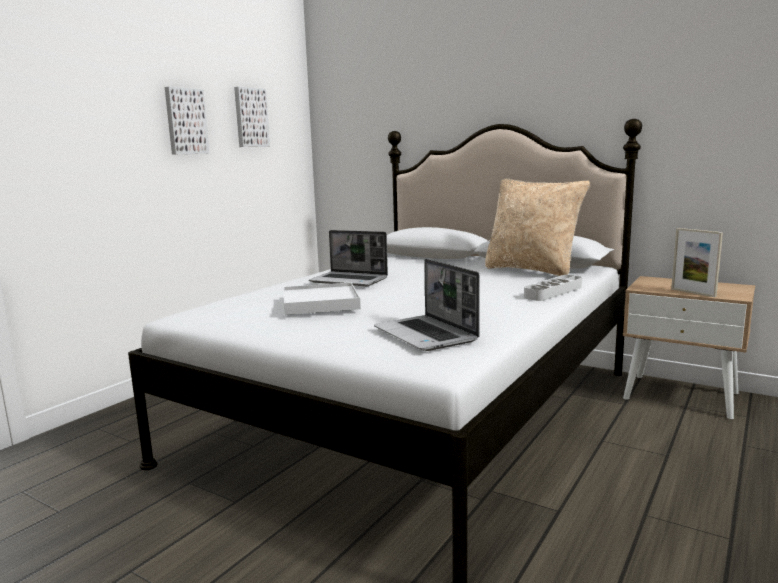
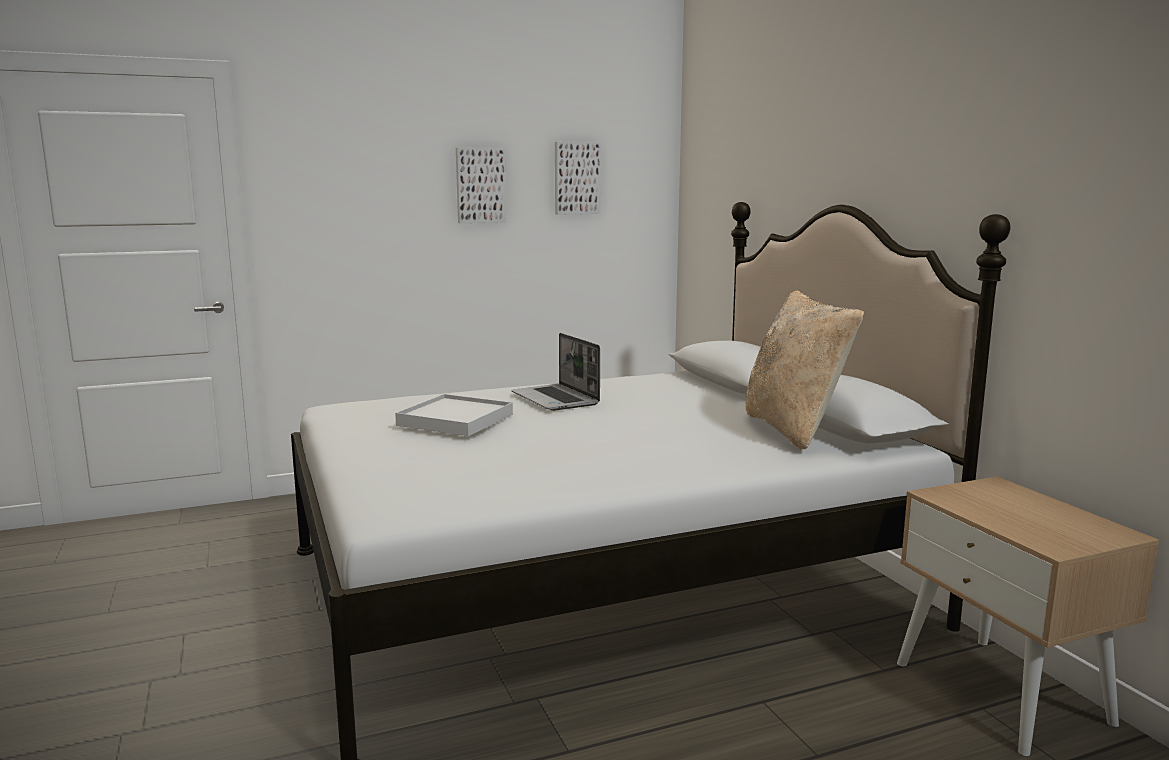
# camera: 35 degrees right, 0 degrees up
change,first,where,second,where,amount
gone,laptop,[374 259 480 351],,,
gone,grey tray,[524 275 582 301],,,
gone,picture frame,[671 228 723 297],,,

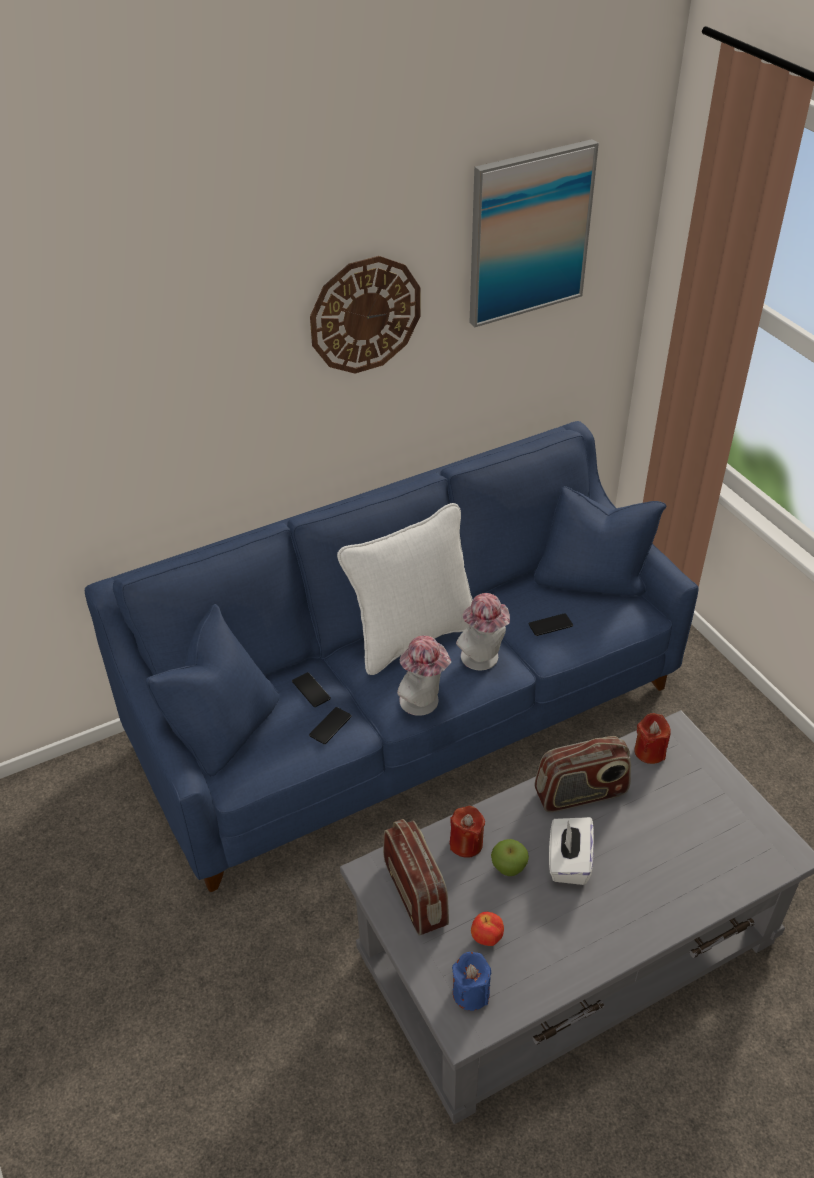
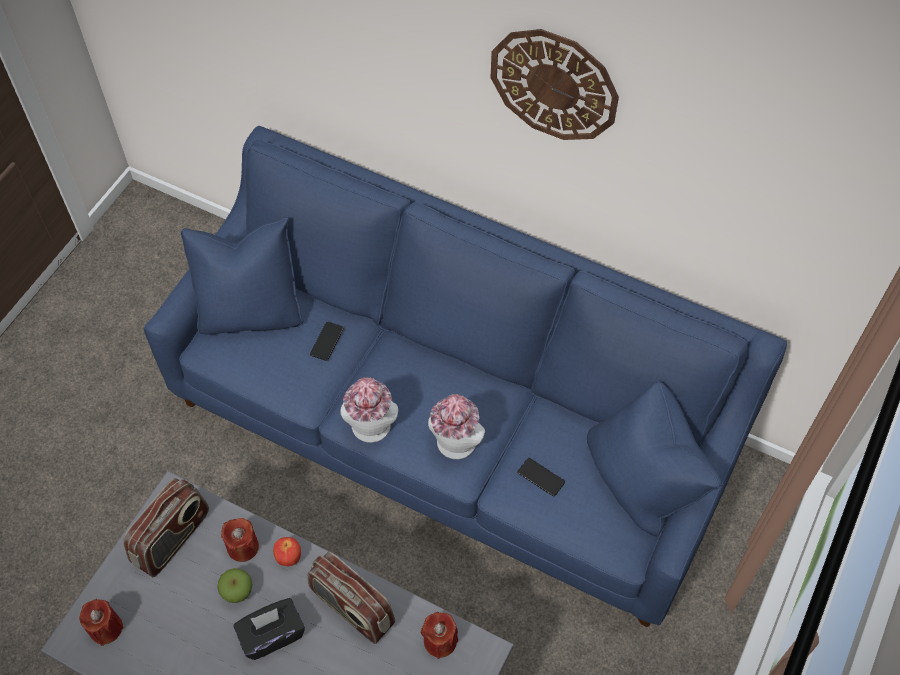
# camera: 55 degrees right, 15 degrees up
change,first,where,second,where,amount
gone,phone,[309 707 352 744],,,
gone,white pillow,[337 503 473 675],,,
repainted,blue candle,[452 952 491 1011],red candle,[79 599 124 646],
gone,picture,[469 139 599 327],,,
shifted,apple,[471 912 504 946],,[273 537 301 566],
repainted,white tissue box,[549 817 594 885],black tissue box,[234 598 305 660],

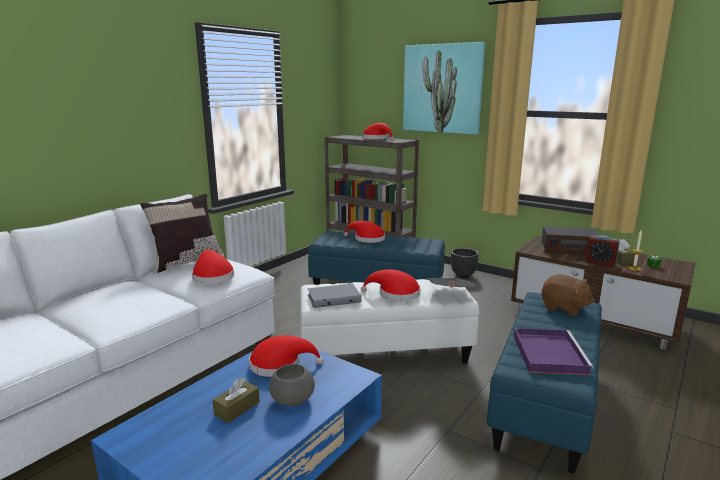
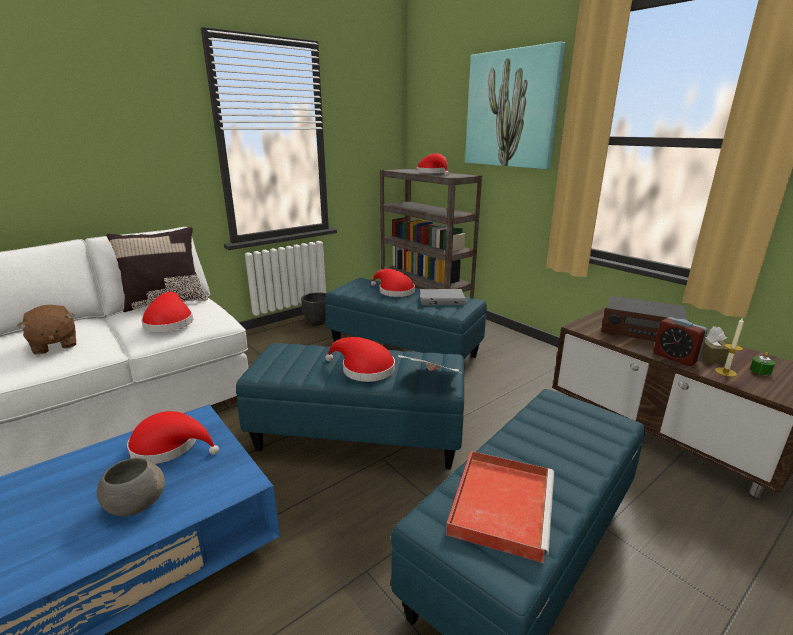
# camera: 15 degrees right, 5 degrees up
change,first,where,second,where,amount
gone,brown tissue box,[213 377 260 423],,,
repainted,white ottoman,[300 279 479 364],blue ottoman,[236 343 464 470],
shifted,grey book,[307 283 362 308],,[420 289 466 305],
shifted,black planter,[451 248 479 278],,[301 292 327 325],
repainted,purple tray,[514 328 594 375],red tray,[446 451 554 563],
shifted,brown plush toy,[542 274 595 316],,[17 305 76 355],

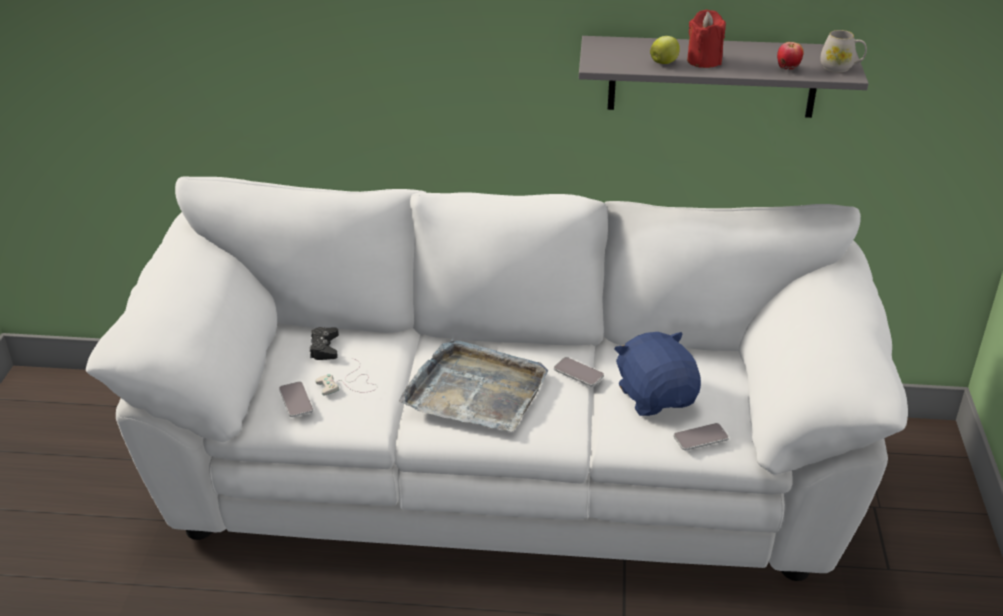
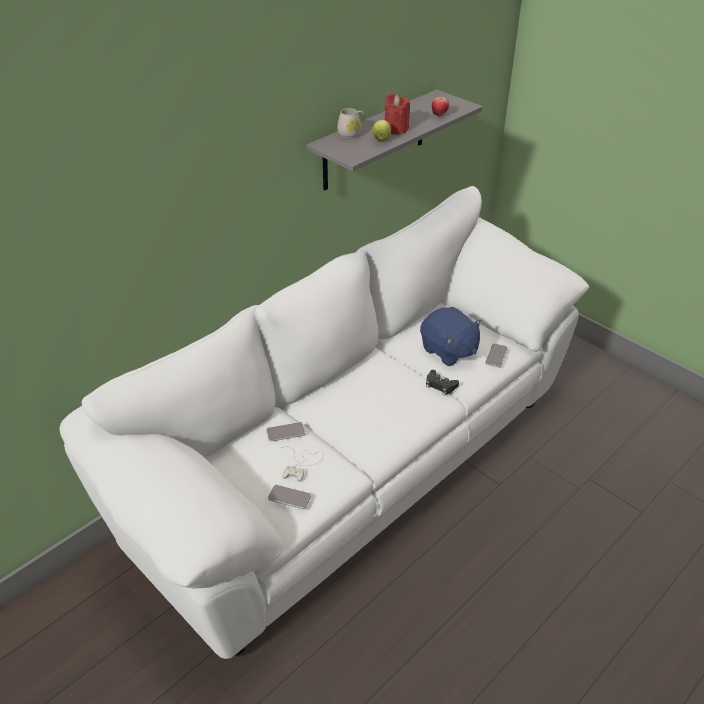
# camera: 50 degrees left, 5 degrees up
change,first,where,second,where,amount
shifted,black game controller,[310 327 339 360],,[426 370 459 395],
gone,grey tray,[399 339 548 432],,,
shifted,phone,[554 357 604 387],,[266 422 305 442],
rotated,blue plush toy,[614 332 701 416],,[420 307 482 366],150 degrees counterclockwise
shifted,white mug,[820 30 867 72],,[337 108 365 138],

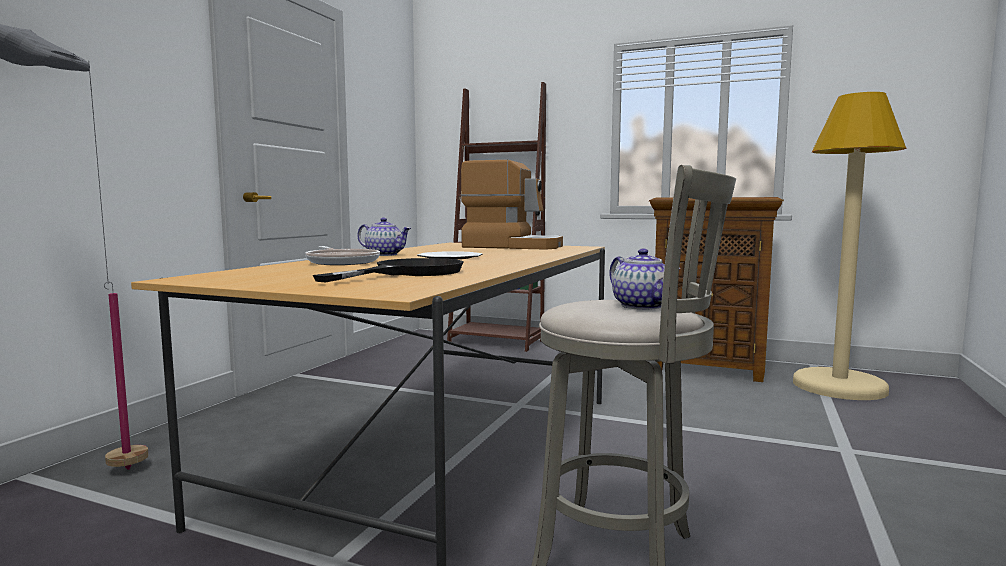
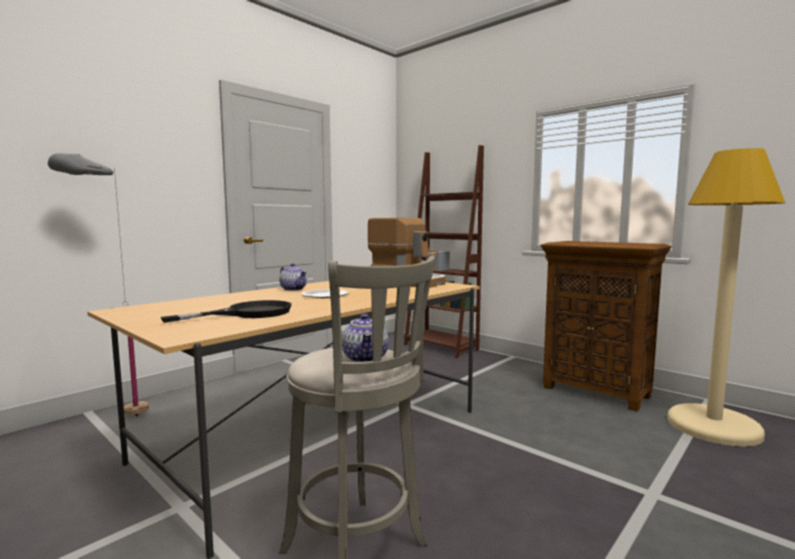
# camera: 20 degrees right, 0 degrees up
change,first,where,second,where,amount
gone,frying pan,[305 246 380 265],,,

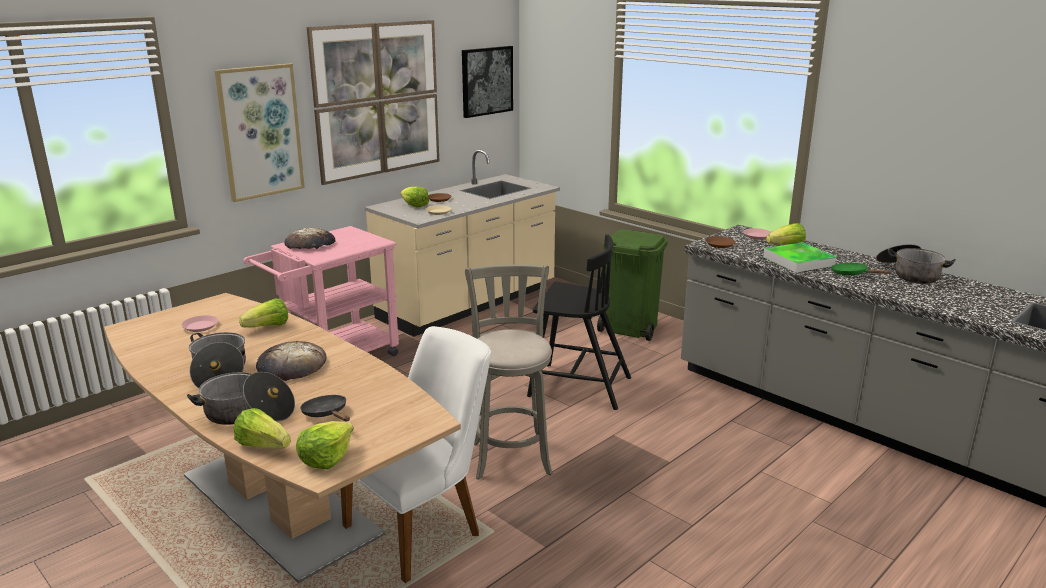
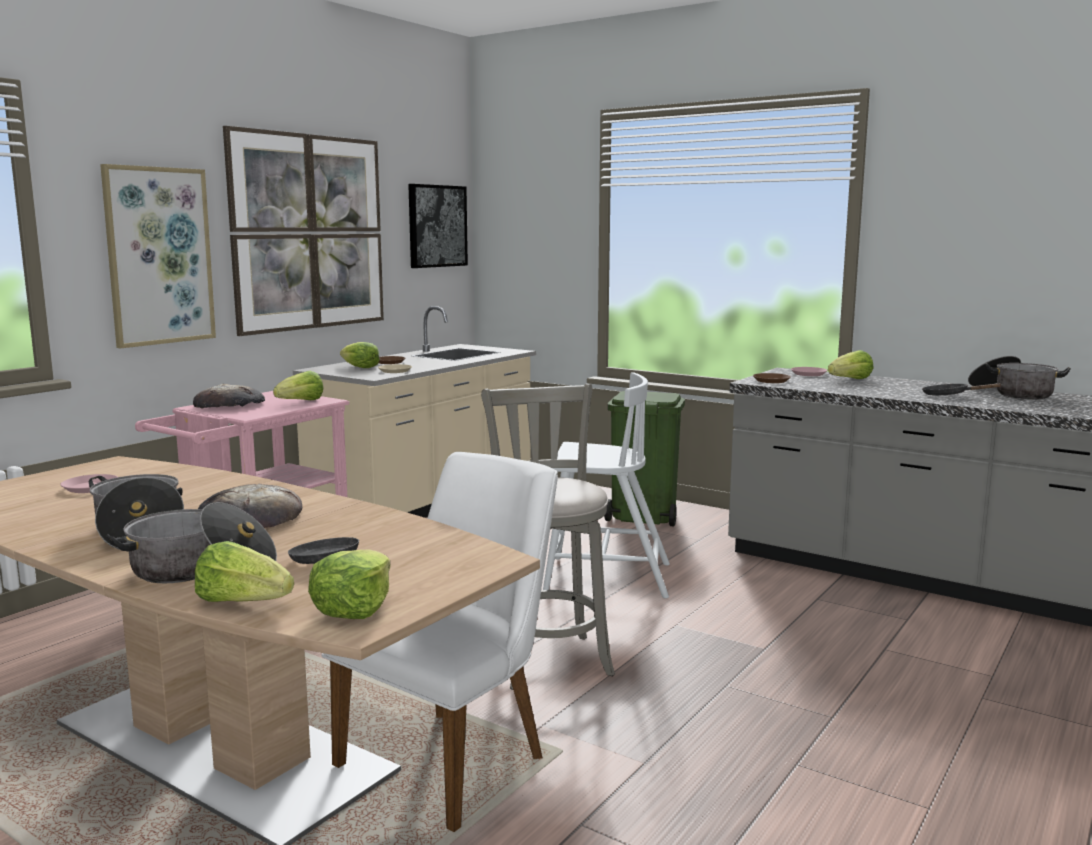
# camera: 10 degrees left, 10 degrees down
change,first,where,second,where,amount
shifted,lettuce,[239 299 288 328],,[273 371 323 400],
repainted,black chair,[527 234 631 410],white chair,[543 373 670 599],
gone,tray,[763 242 836 272],,,
repainted,green frying pan,[831 263 892 275],black frying pan,[922 383 1003 395],

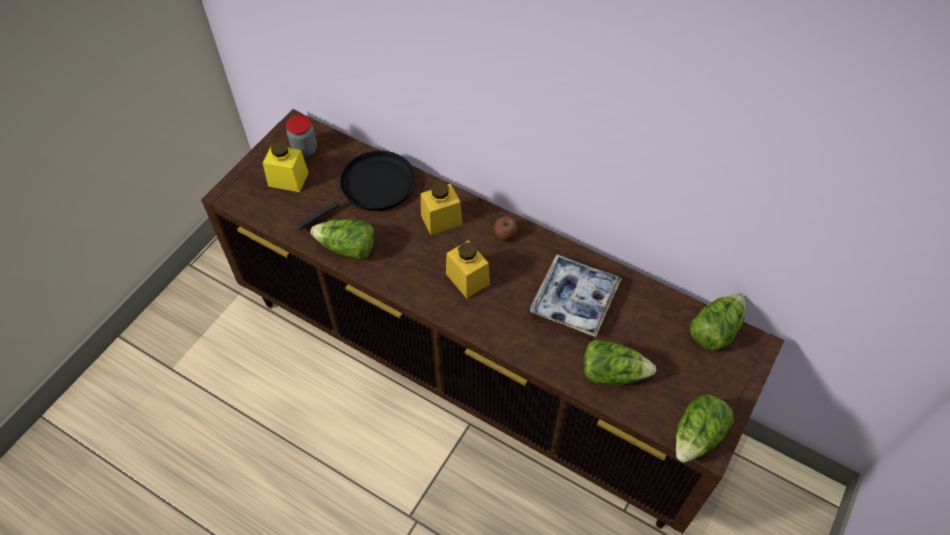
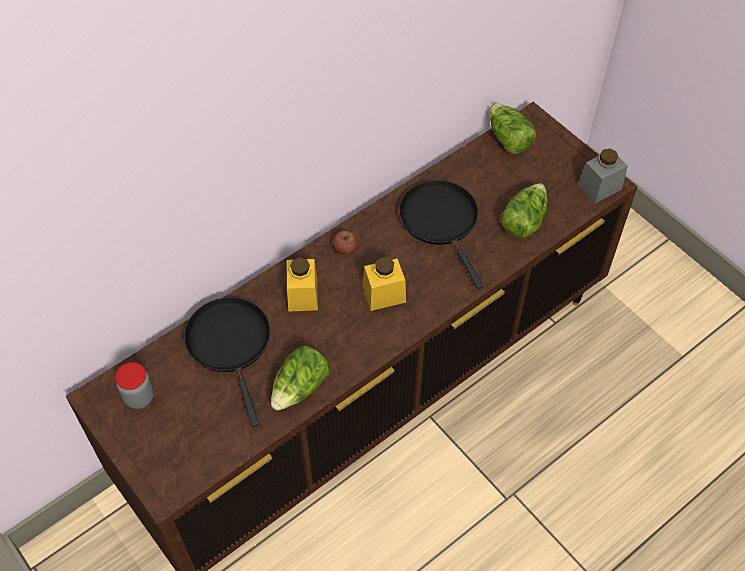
# camera: 70 degrees left, 0 degrees up
change,first,where,second,where,amount
gone,yellow jar,[263 141 309 192],,,
swapped,tray,[530 254 622 337],black frying pan,[399 180 484 289],
swapped,lettuce,[676 394 734 463],grey jar,[578 149 628 203],

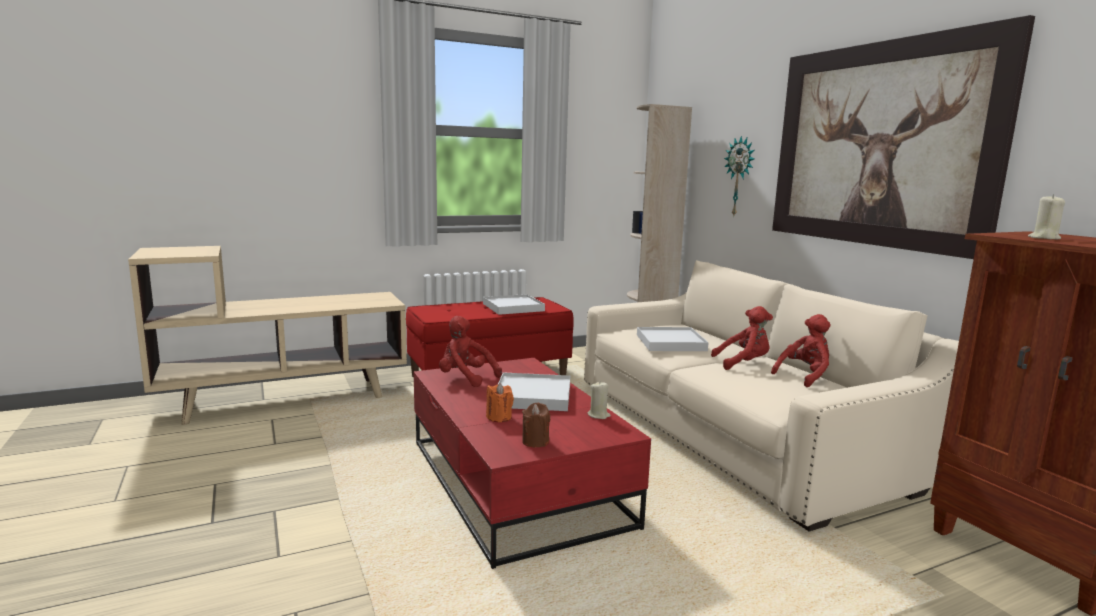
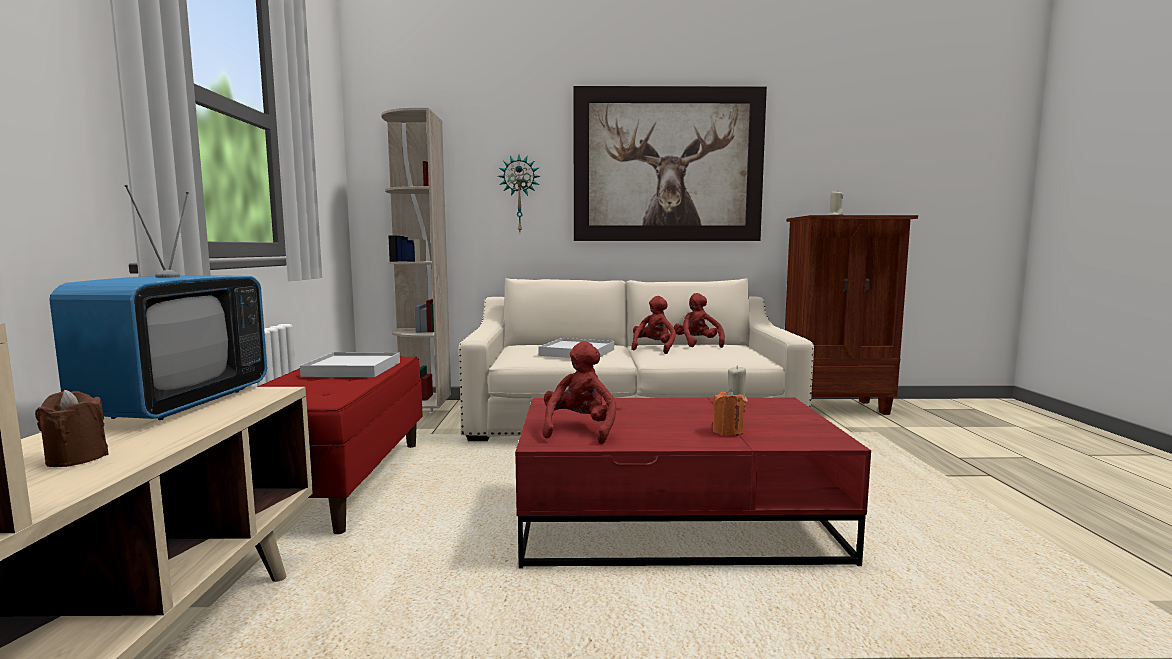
# camera: 65 degrees left, 5 degrees down
change,first,where,second,where,amount
rotated,red plush toy,[439 316 502 387],,[543 341 616 444],135 degrees clockwise
gone,white tray,[498 372 570 411],,,
shifted,brown candle,[522 403 550 447],,[35 390 109 467],
new,,,television,[49 185 267 420],

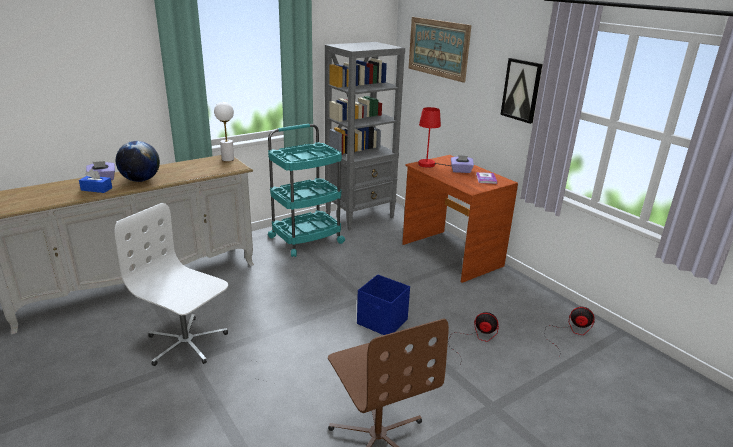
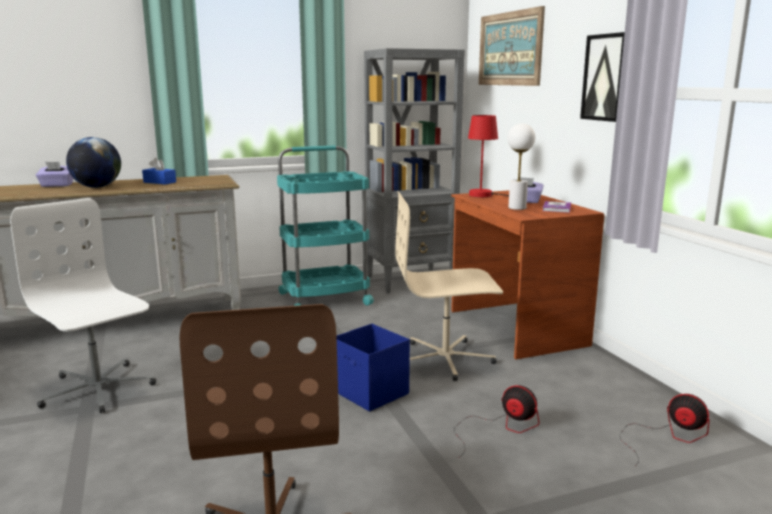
# camera: 15 degrees right, 10 degrees down
change,first,where,second,where,amount
shifted,blue tissue box,[79 169 112 193],,[142 157 176 185],
shifted,white table lamp,[214 102 234 161],,[508 123 535 210],
new,,,beige office chair,[395 191 503 381],

